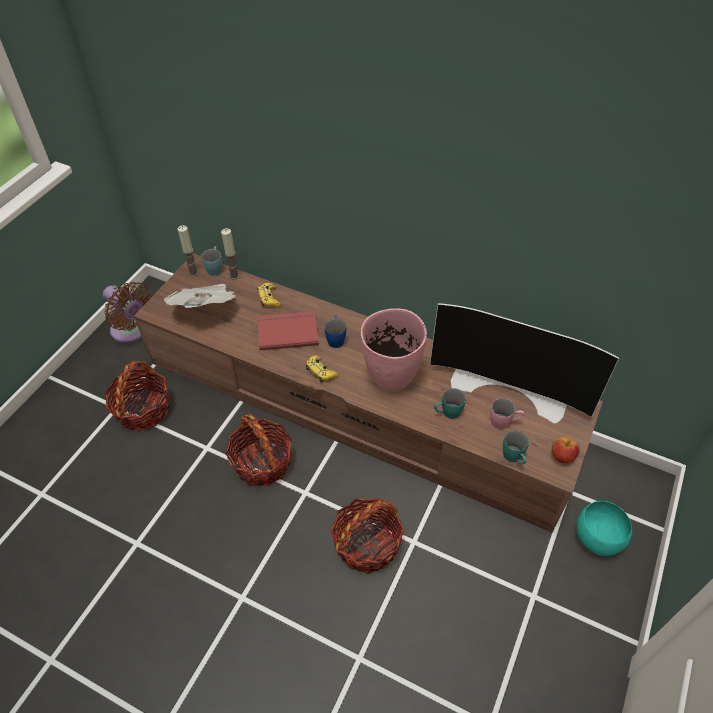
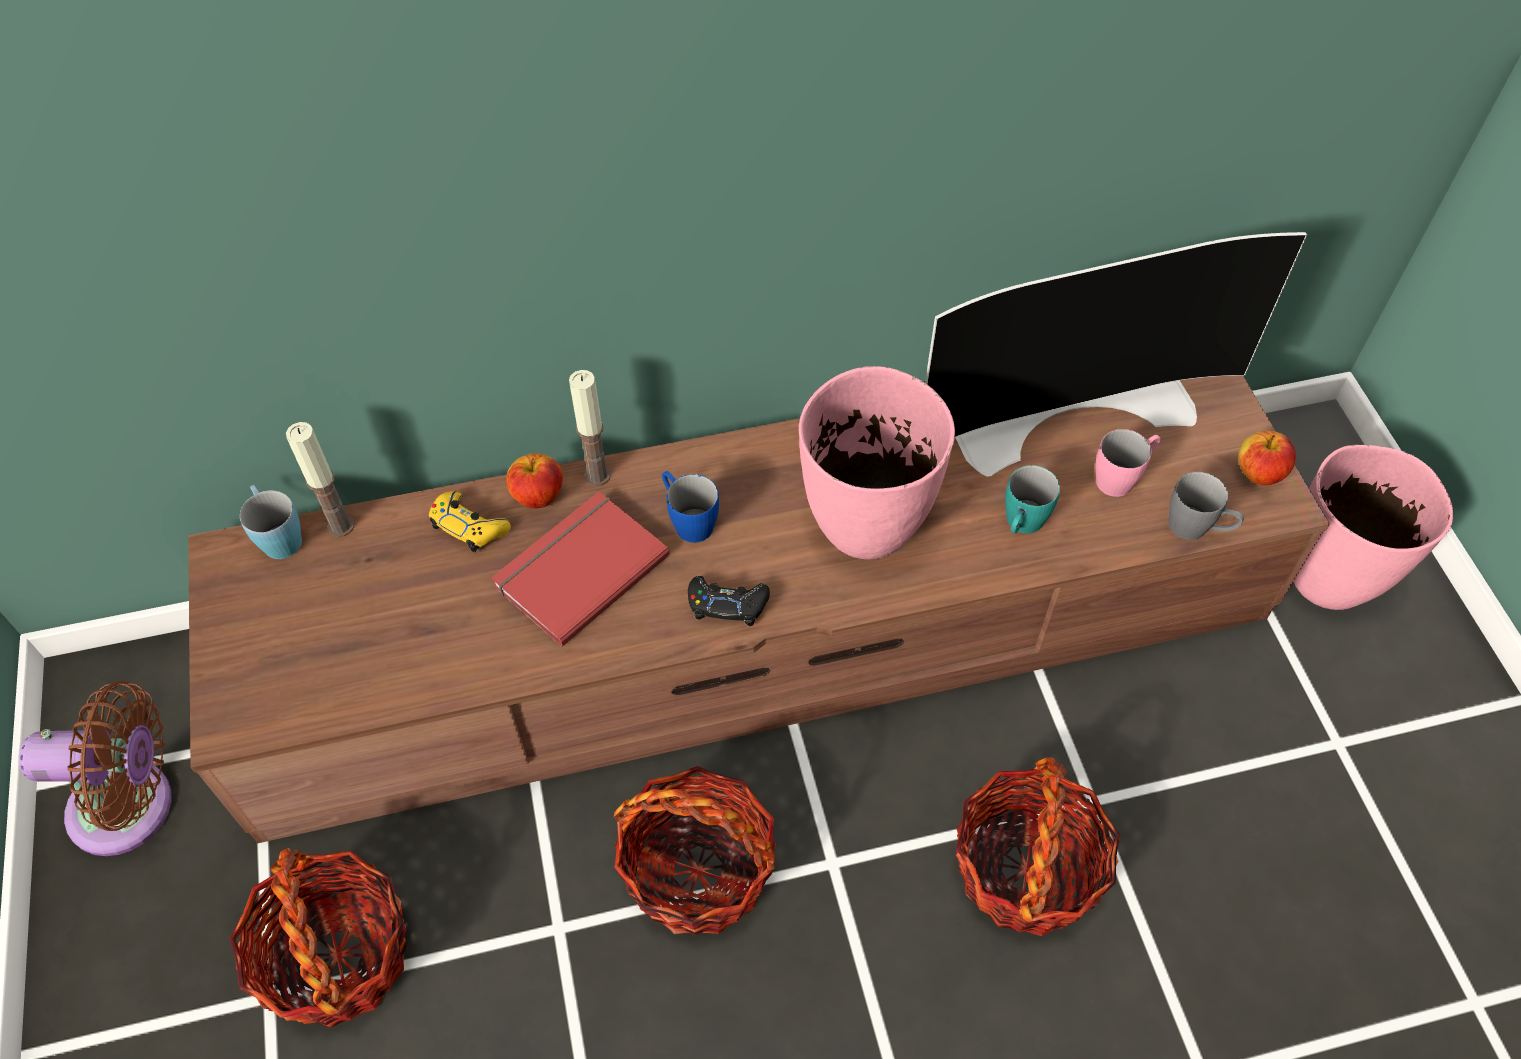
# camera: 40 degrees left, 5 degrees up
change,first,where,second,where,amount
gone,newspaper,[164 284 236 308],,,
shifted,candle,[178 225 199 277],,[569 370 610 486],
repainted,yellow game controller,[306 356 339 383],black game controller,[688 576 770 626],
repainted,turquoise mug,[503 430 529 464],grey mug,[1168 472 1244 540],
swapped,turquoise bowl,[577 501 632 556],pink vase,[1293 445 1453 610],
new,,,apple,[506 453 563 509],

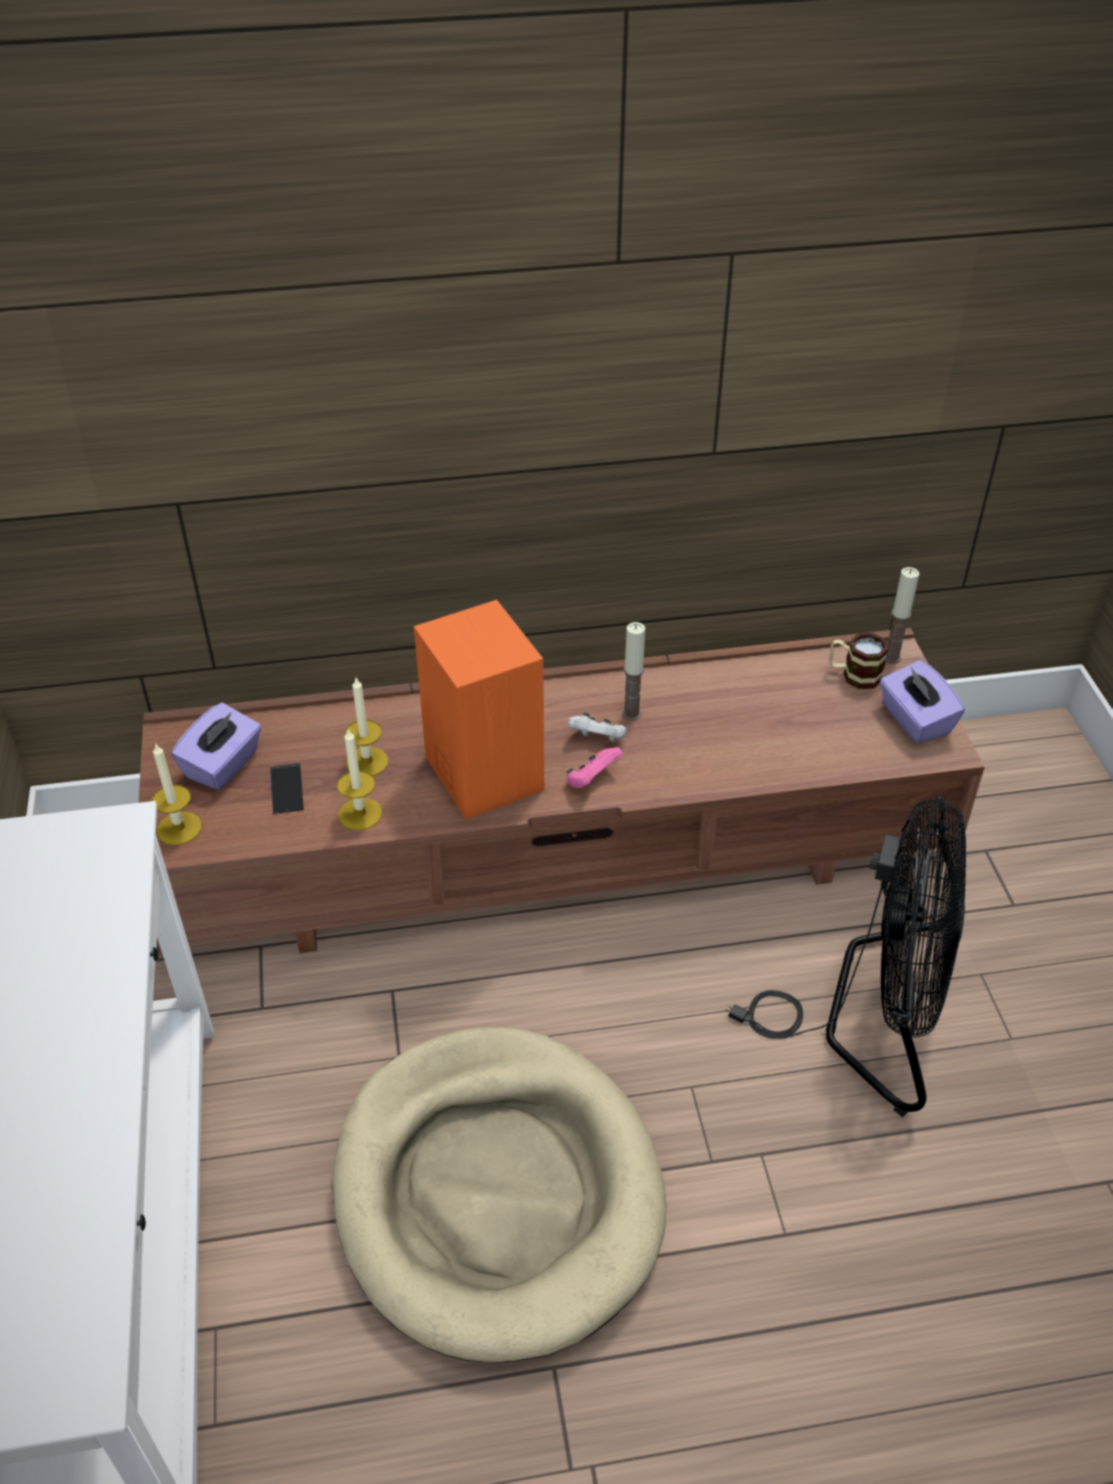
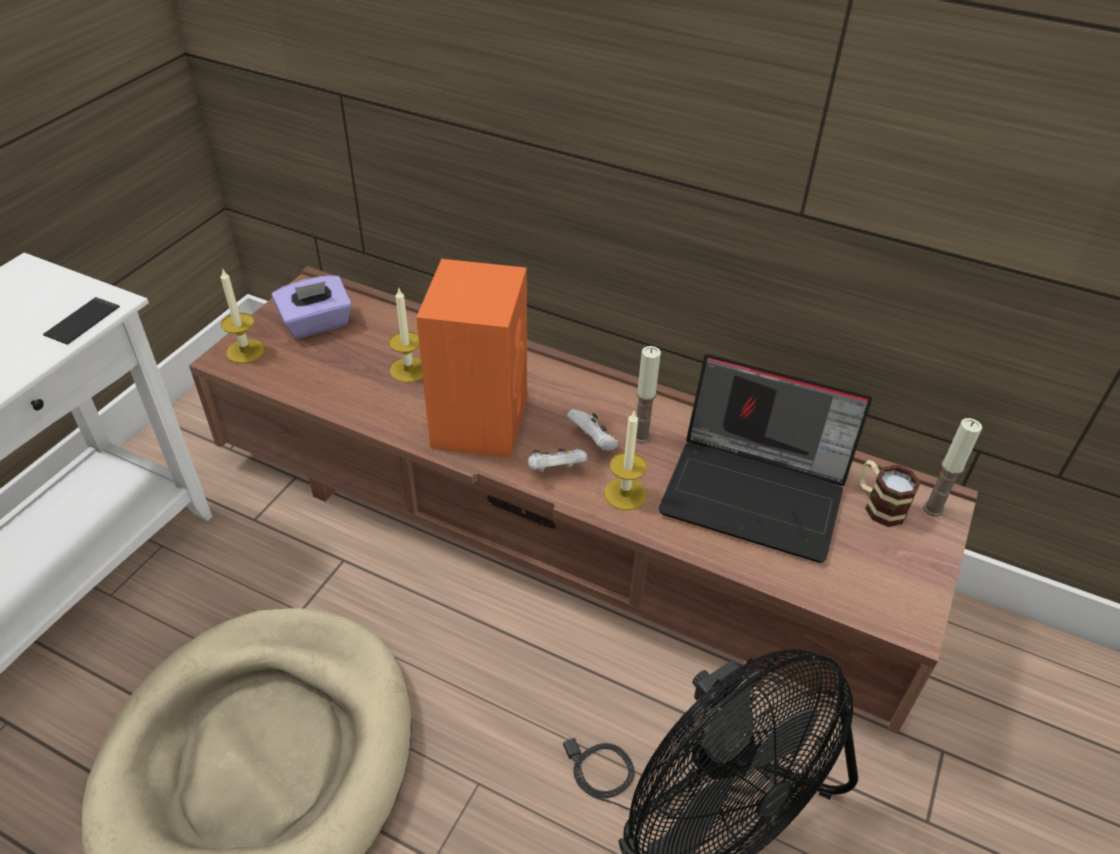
# camera: 35 degrees right, 0 degrees up
change,first,where,second,where,amount
shifted,phone,[270 763 304 814],,[43 297 120 345],
shifted,candle,[337 729 382 830],,[604 412 647 510],
repainted,pink game controller,[566 747 623 788],white game controller,[528 449 587 473],
gone,purple tissue box,[880 660 965 744],,,
new,,,laptop,[658 354 872 563],

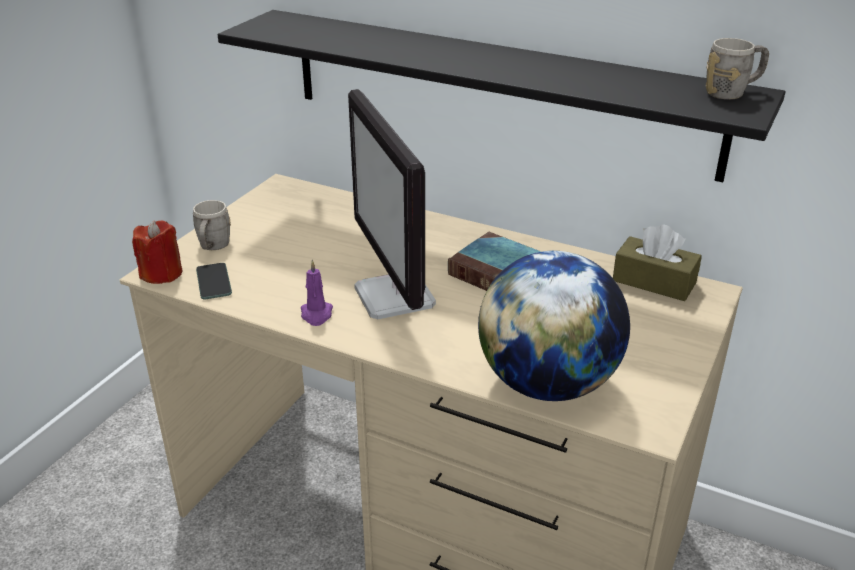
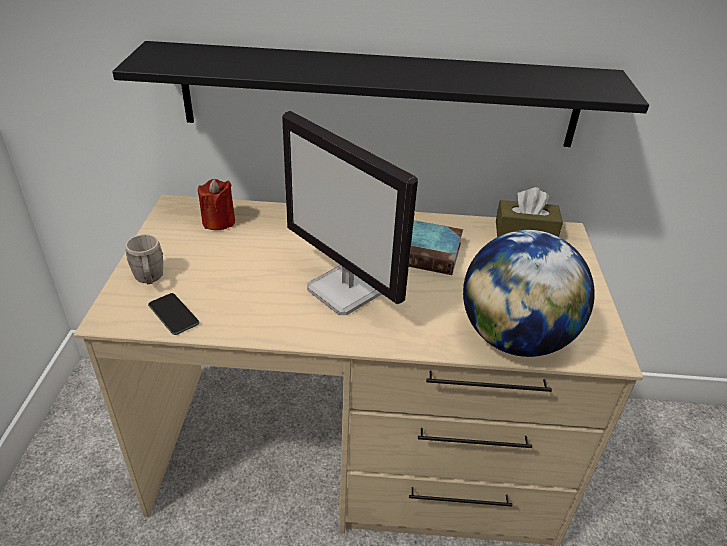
# camera: 25 degrees left, 5 degrees up
change,first,where,second,where,amount
shifted,red candle,[132 220 182 284],,[198 179 235 230],
gone,purple candle,[301 260 333 326],,,
gone,grey mug,[706 38 769 100],,,

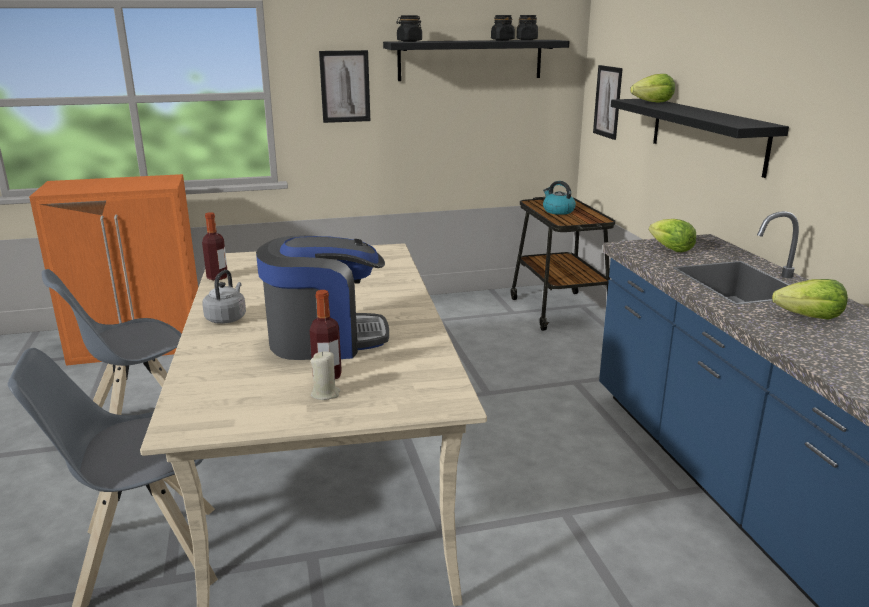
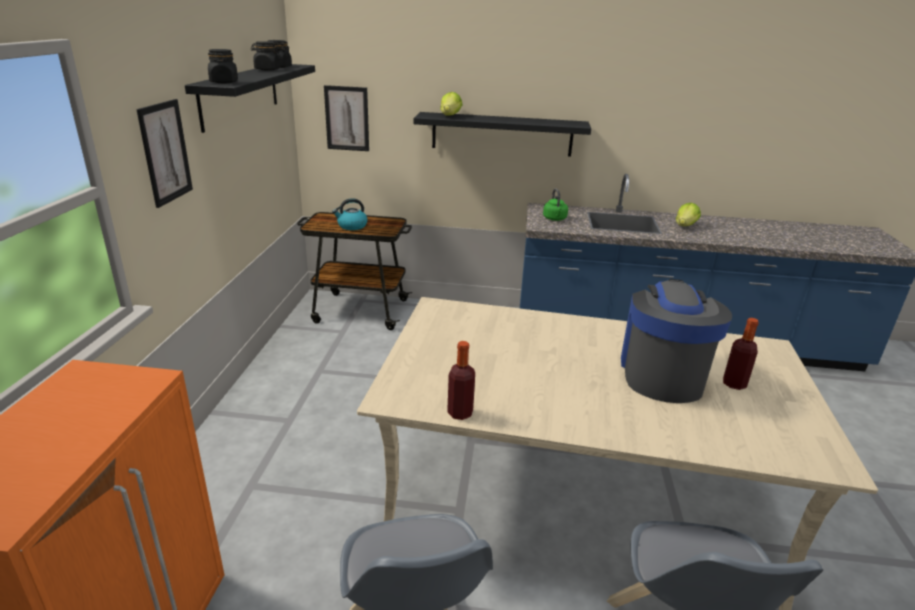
# camera: 70 degrees left, 5 degrees up
change,first,where,second,where,amount
gone,grey kettle,[202 270 246 324],,,
gone,beige candle,[311 351 340 400],,,
swapped,lettuce,[649 219 696 252],green kettle,[543 188 568 221],

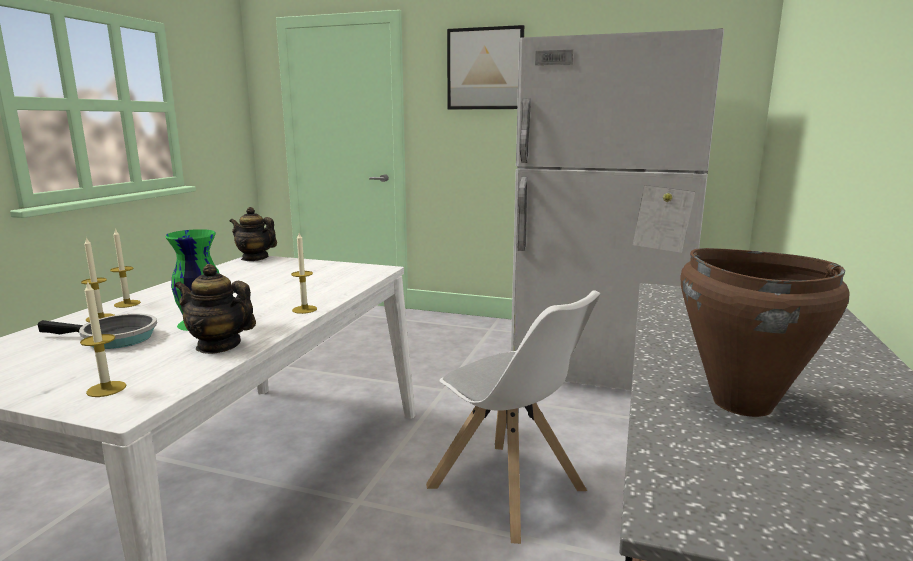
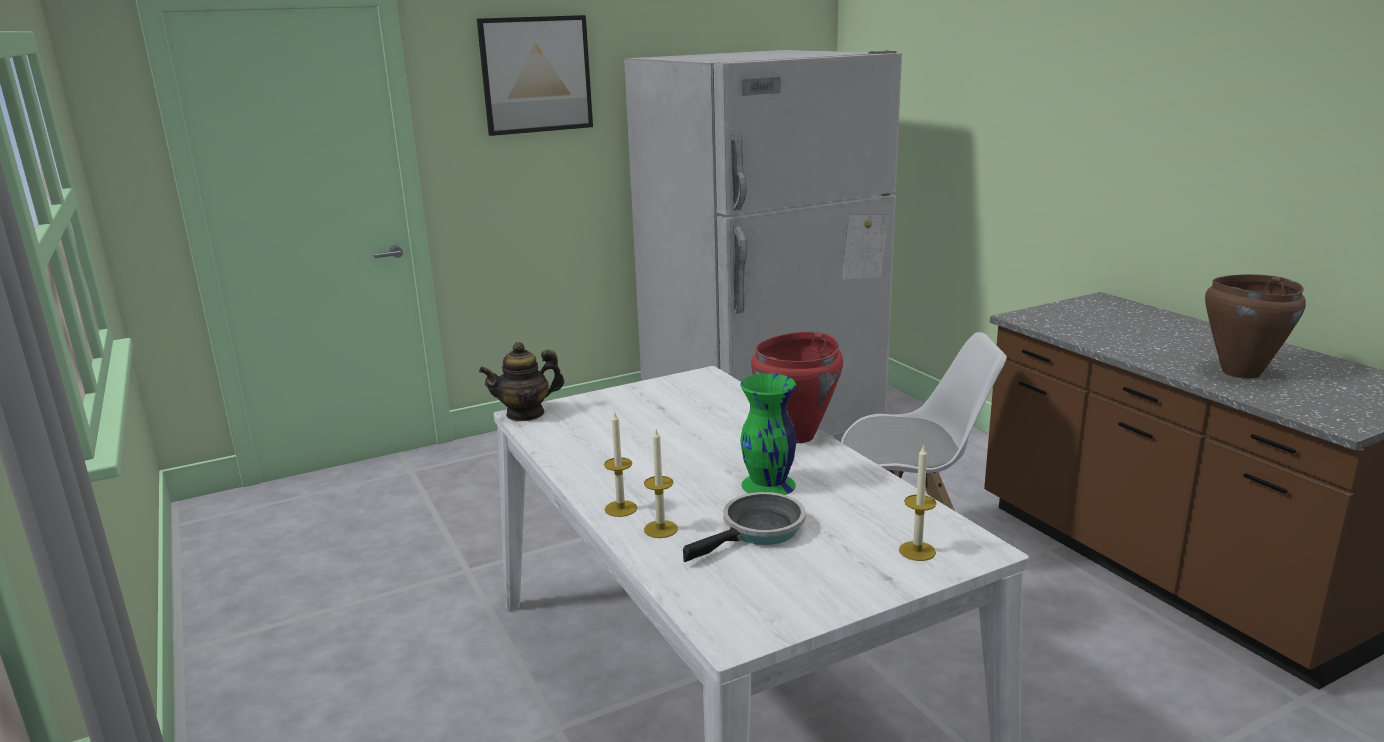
# camera: 45 degrees left, 5 degrees up
change,first,where,second,where,amount
gone,teapot,[175 264 256 354],,,
swapped,candle,[291 233 317 314],red cooking pot,[751 332 843 443],

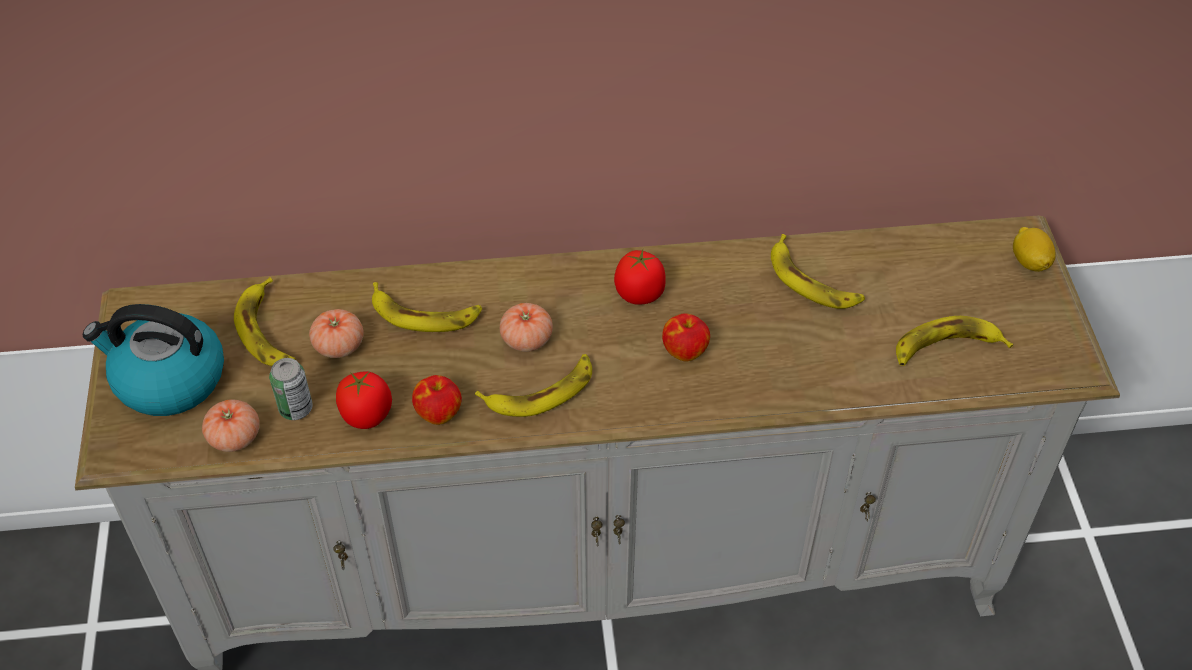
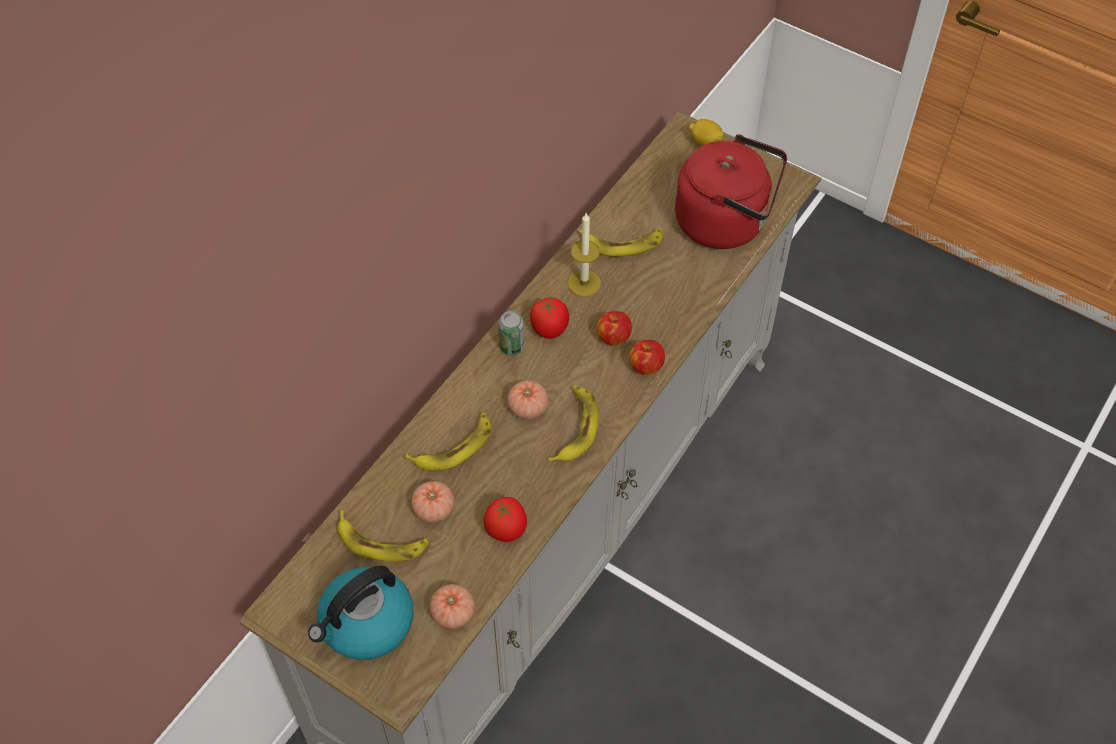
# camera: 50 degrees left, 5 degrees up
change,first,where,second,where,amount
shifted,can,[269 358 313 420],,[498 311 524 355],
shifted,apple,[412 375 462 425],,[629 340 665 375],
swapped,banana,[896 316 1013 366],red kettle,[675 134 787 249],
new,,,candle,[568 213 601 297],

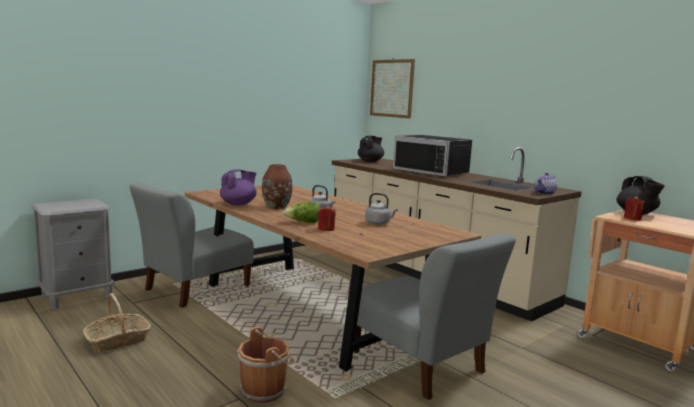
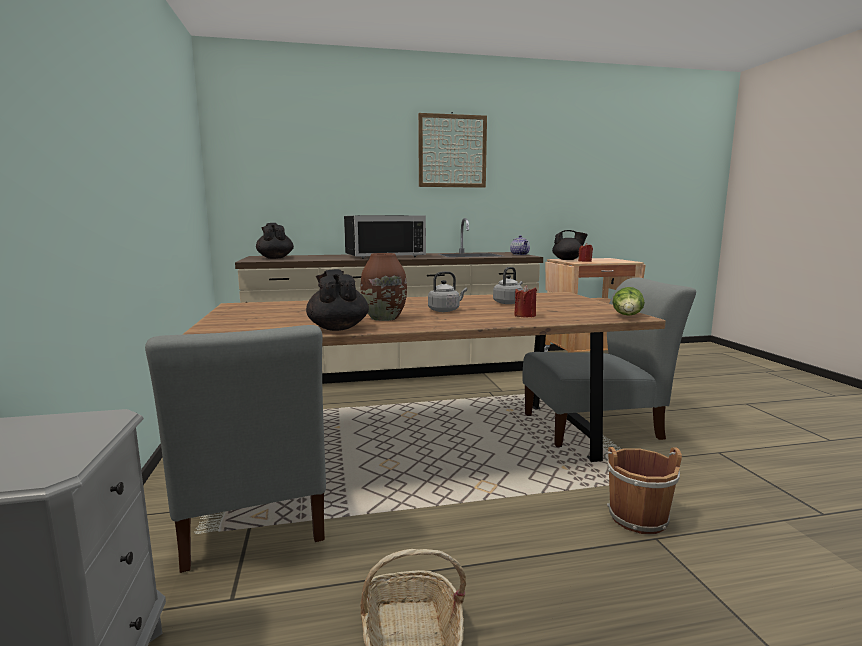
# camera: 60 degrees left, 0 degrees up
change,first,where,second,where,amount
repainted,purple teapot,[220 169 257 206],black teapot,[306 269 369 331],
shifted,lettuce,[283 202 320 223],,[612 287 645 316],
shifted,picture,[370 58 415 119],,[418 112 487 188],

